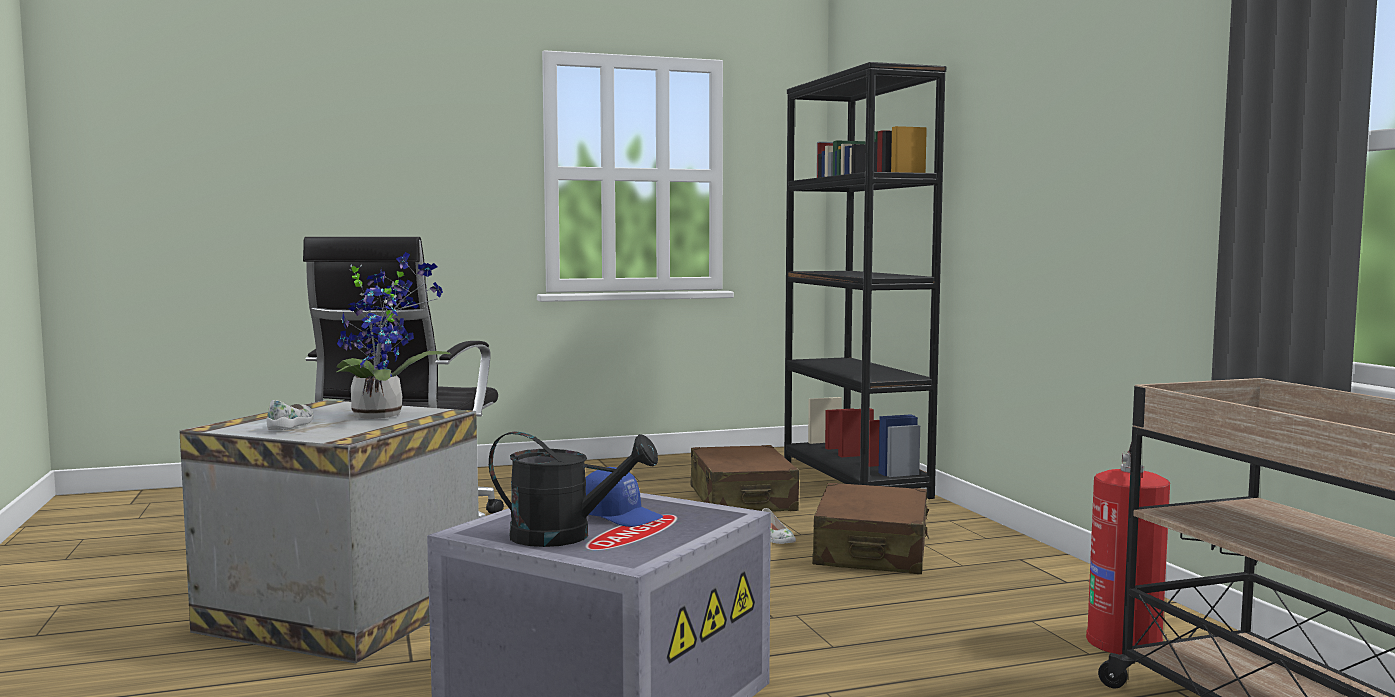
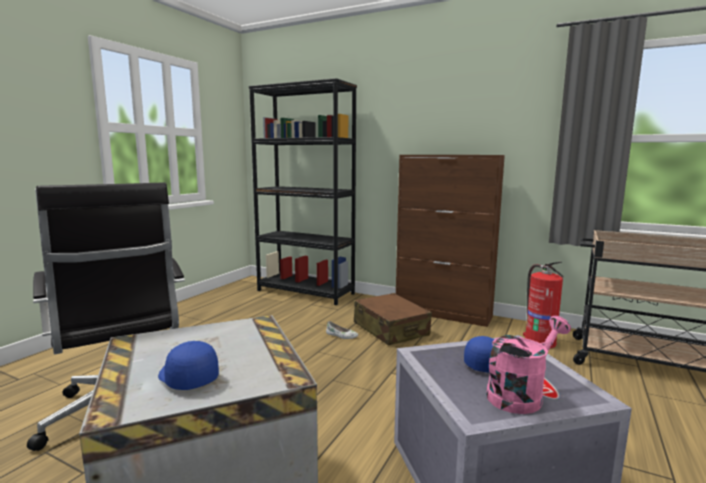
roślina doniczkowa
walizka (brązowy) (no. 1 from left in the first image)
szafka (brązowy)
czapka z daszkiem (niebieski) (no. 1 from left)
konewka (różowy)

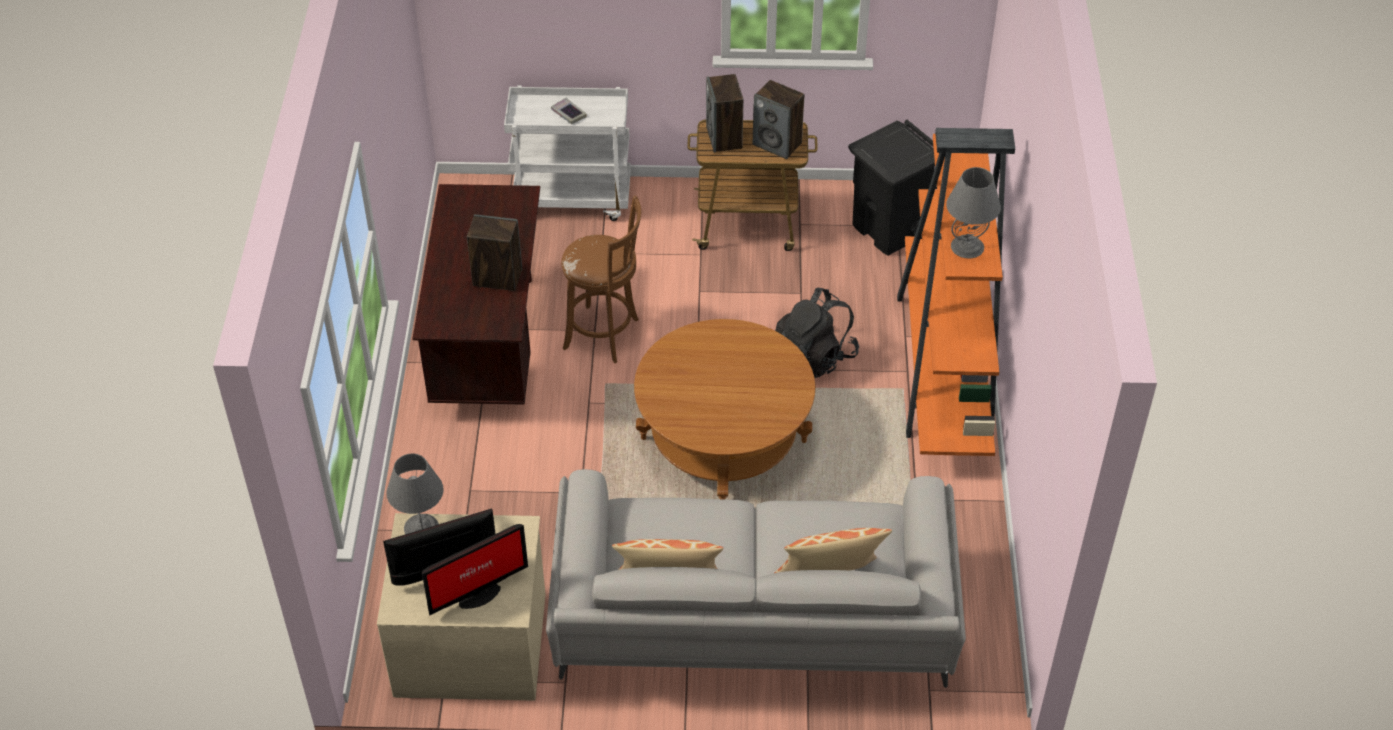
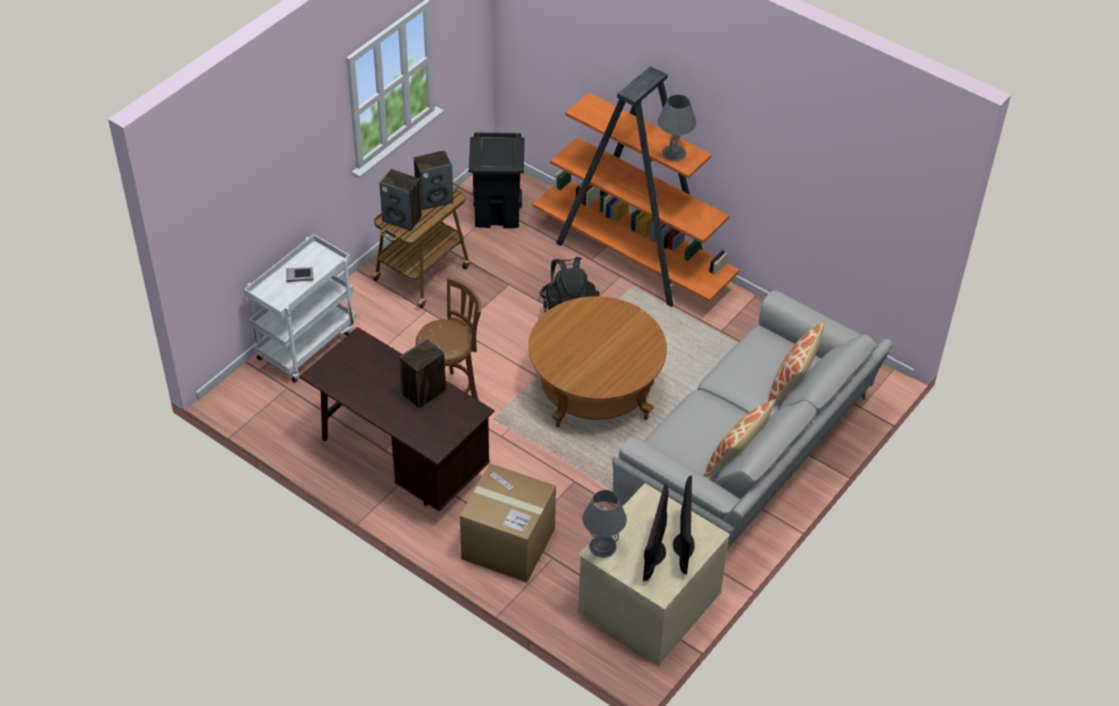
karton

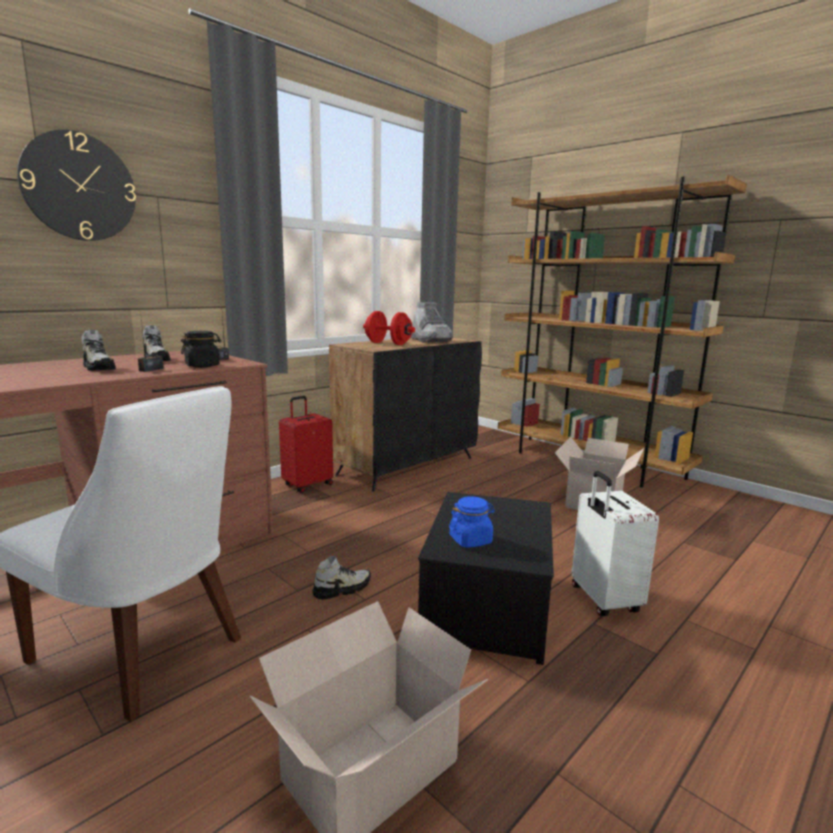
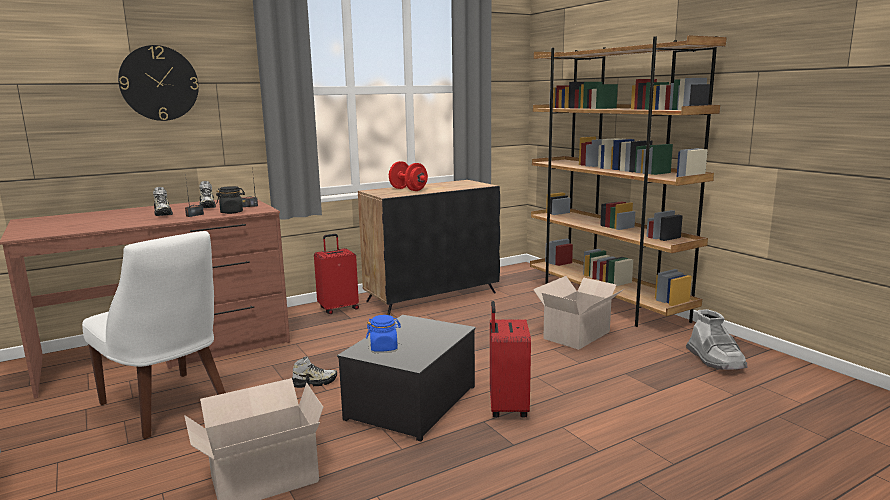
but z cholewką (szary)
walizka (czerwony) (no. 2 from left)

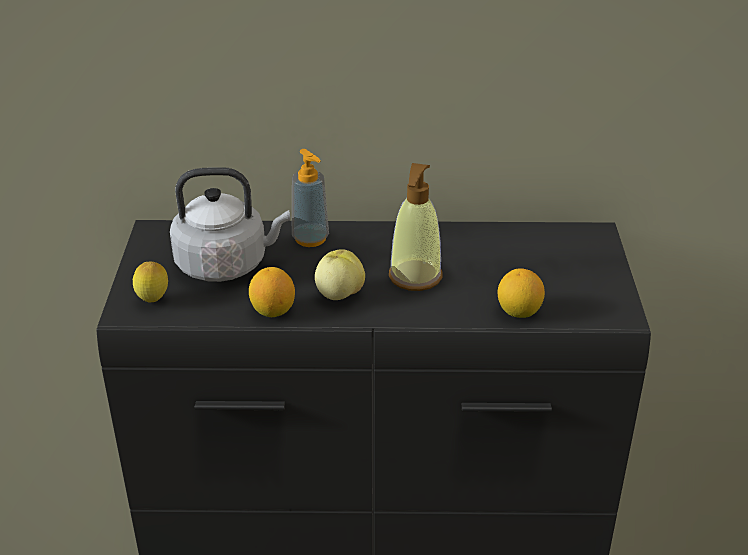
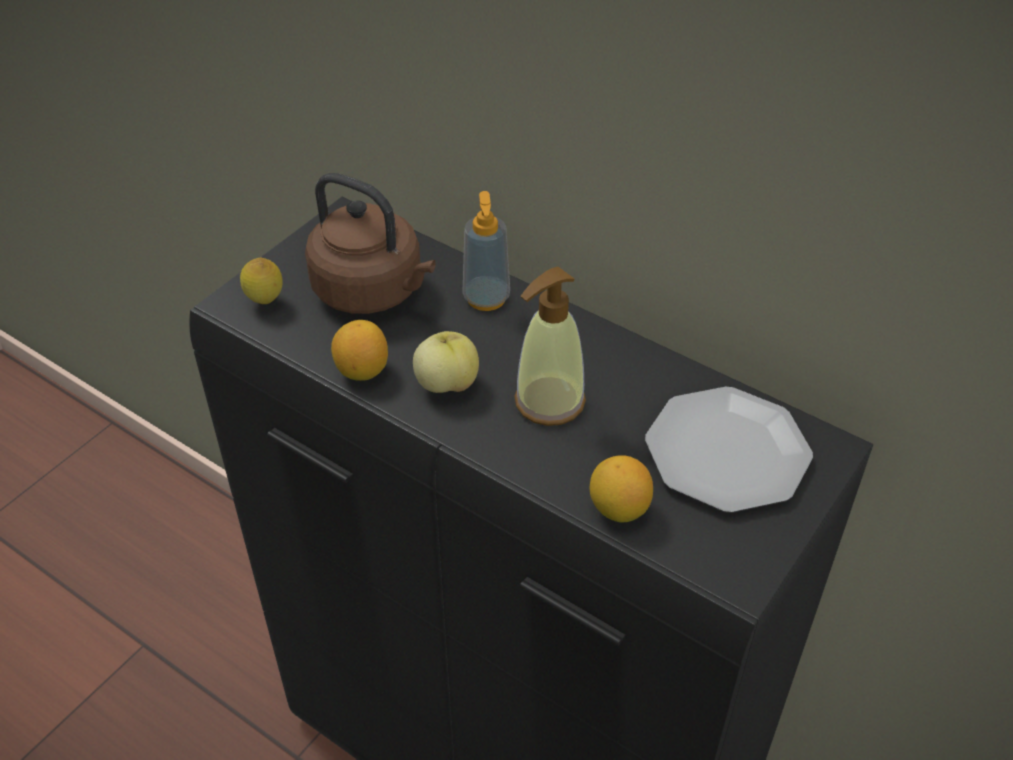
talerz
czajnik (brązowy)

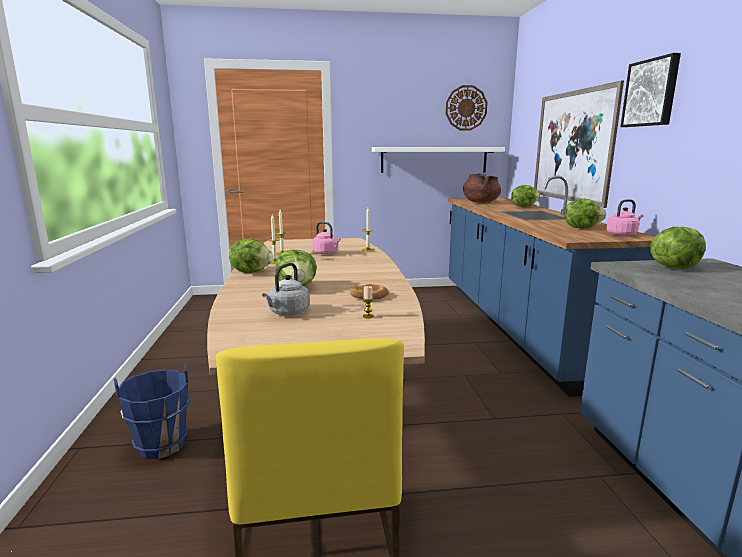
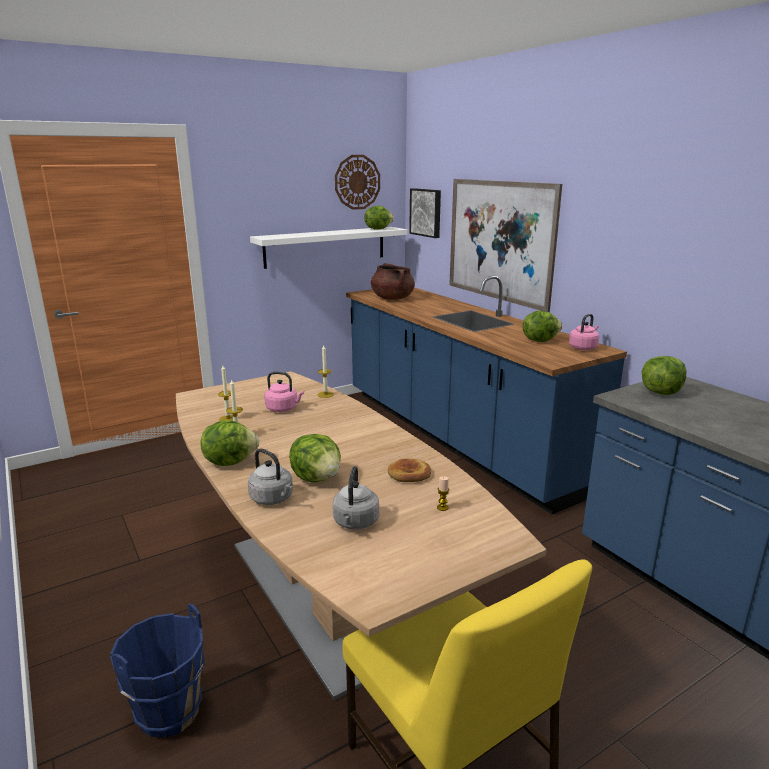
czajnik (szary) (no. 1 from left)
sałata (no. 3 from left)
obraz (no. 1 from left)

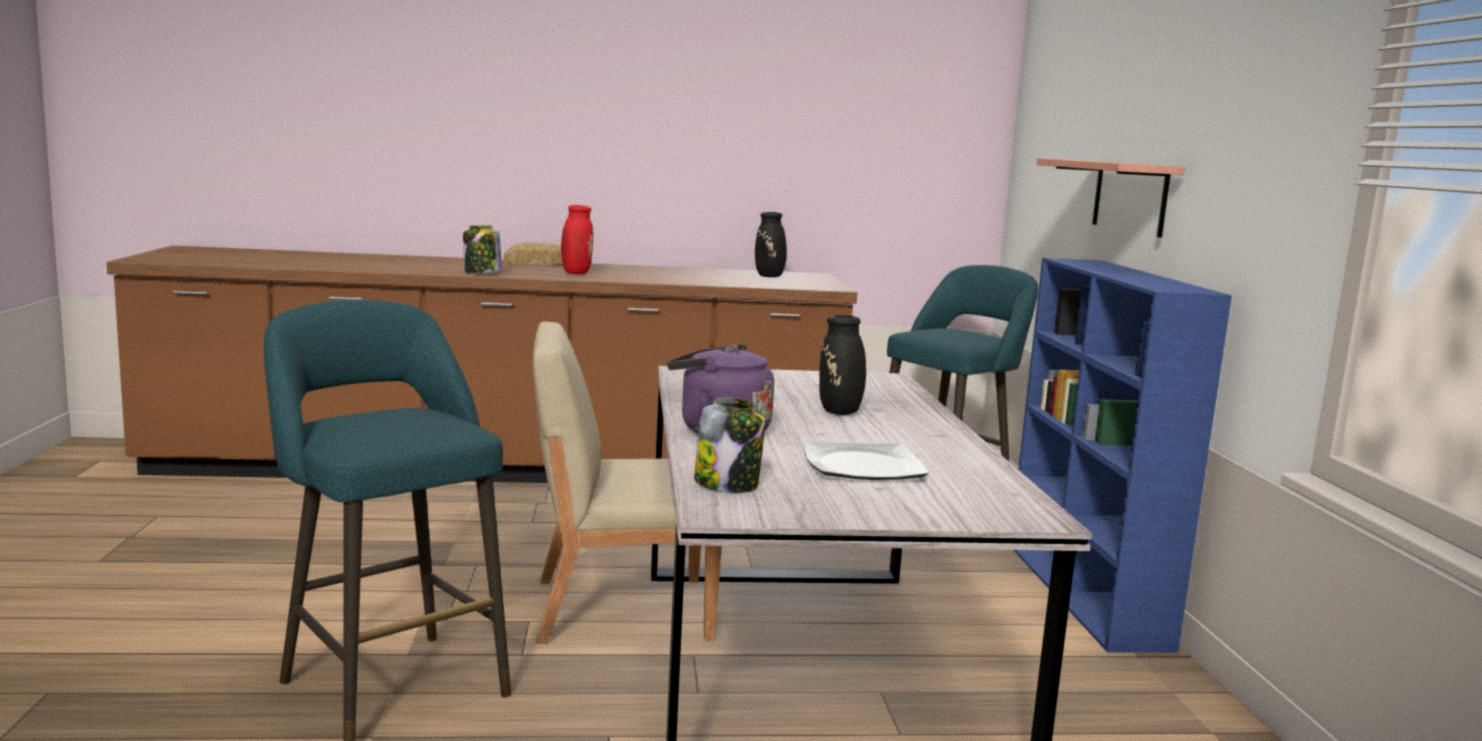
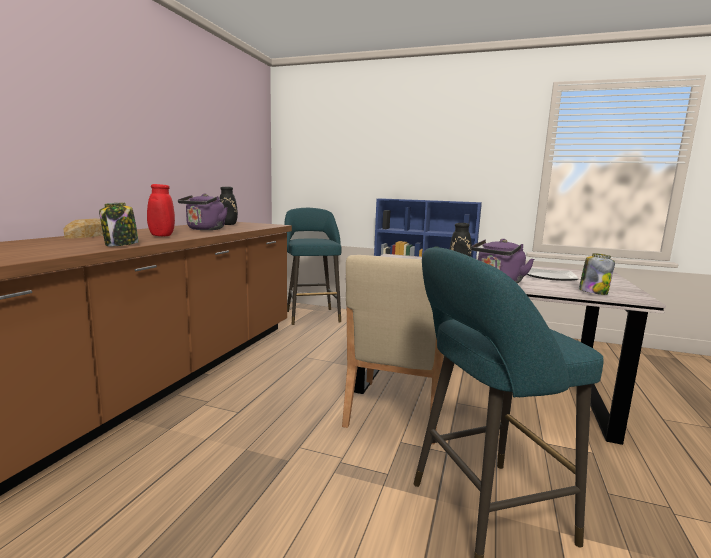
półka
czajnik (fioletowy) (no. 1 from left)

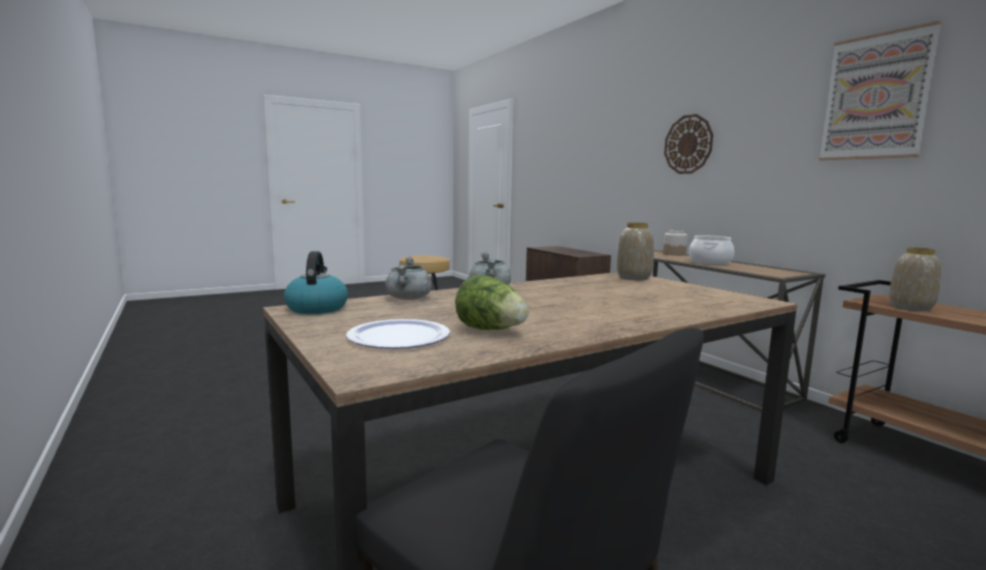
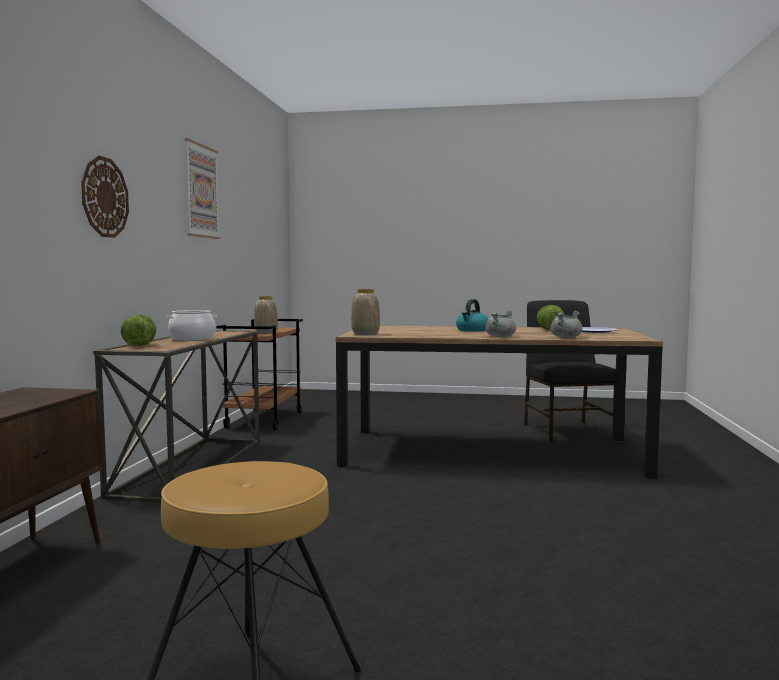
czajnik
sałata (no. 1 from left)

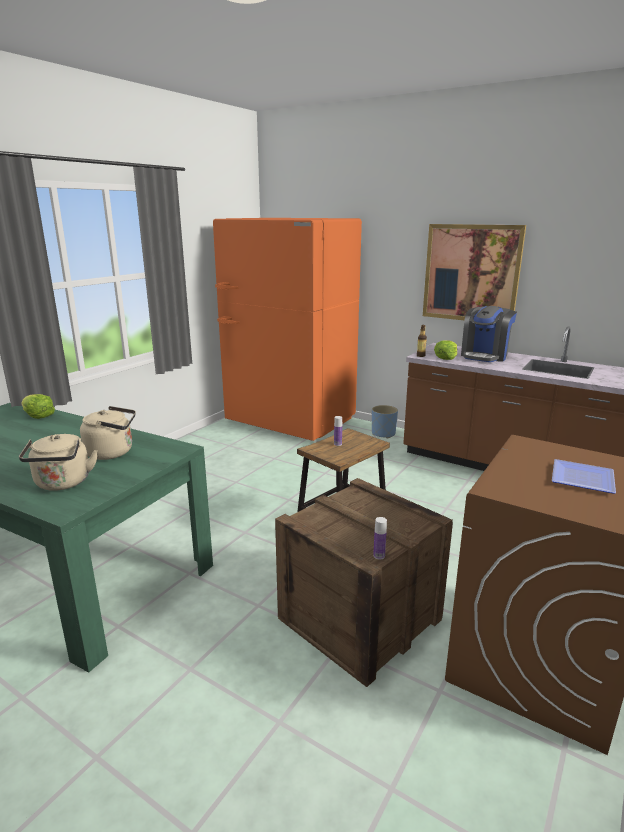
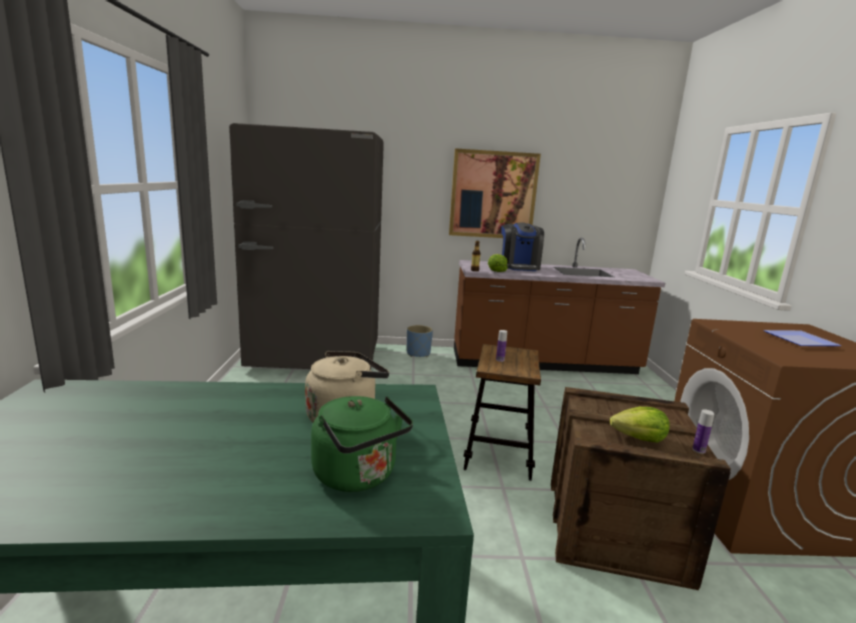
sałata (no. 2 from left)
czajnik (zielony)
lodówka (szary)

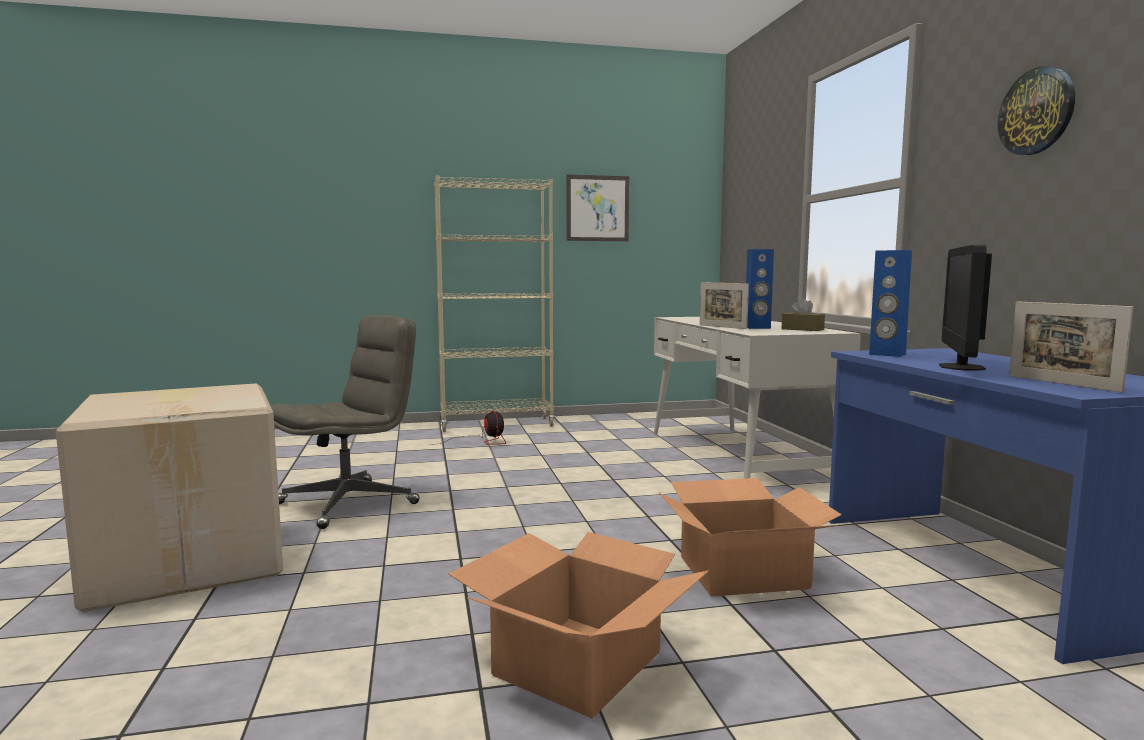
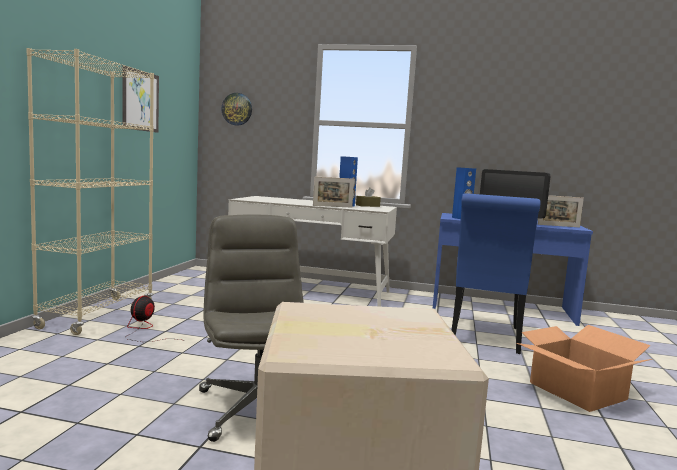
zegar ścienny
krzesło (niebieski)
wentylator

